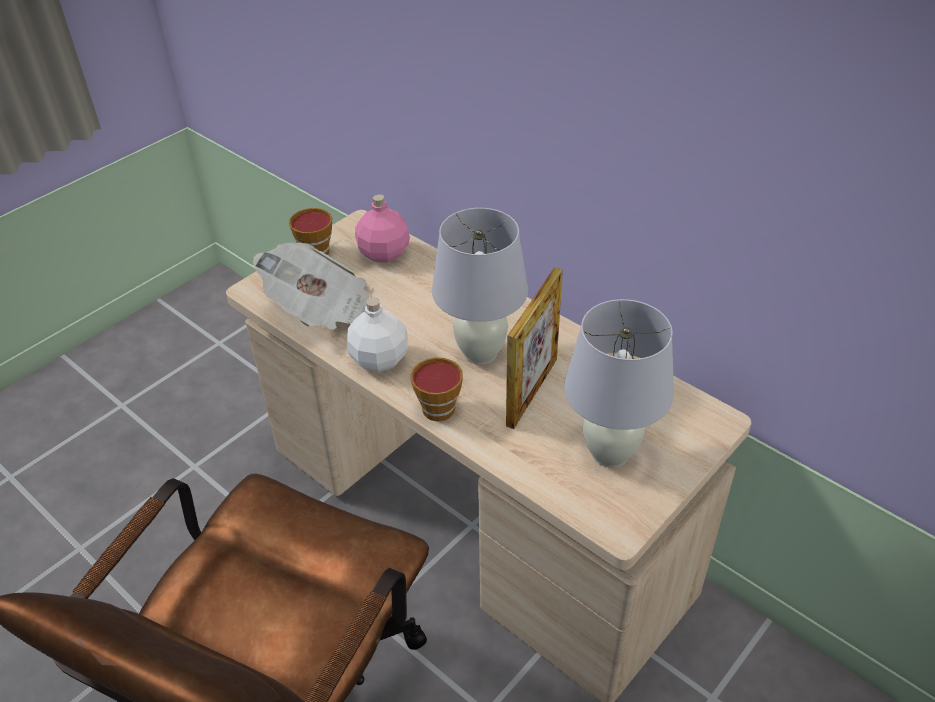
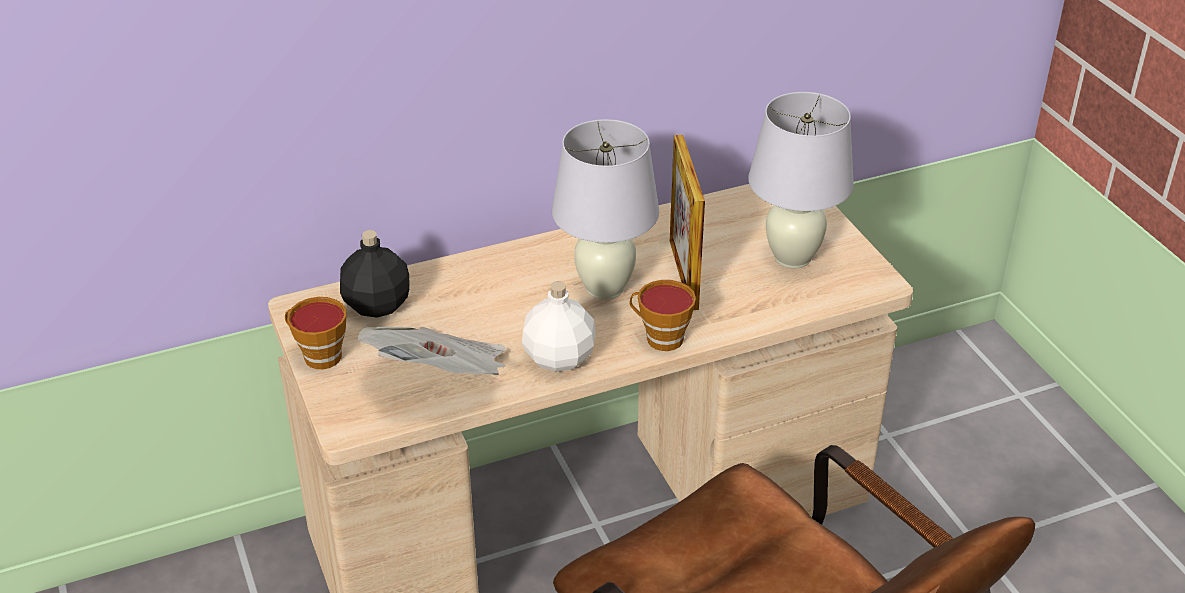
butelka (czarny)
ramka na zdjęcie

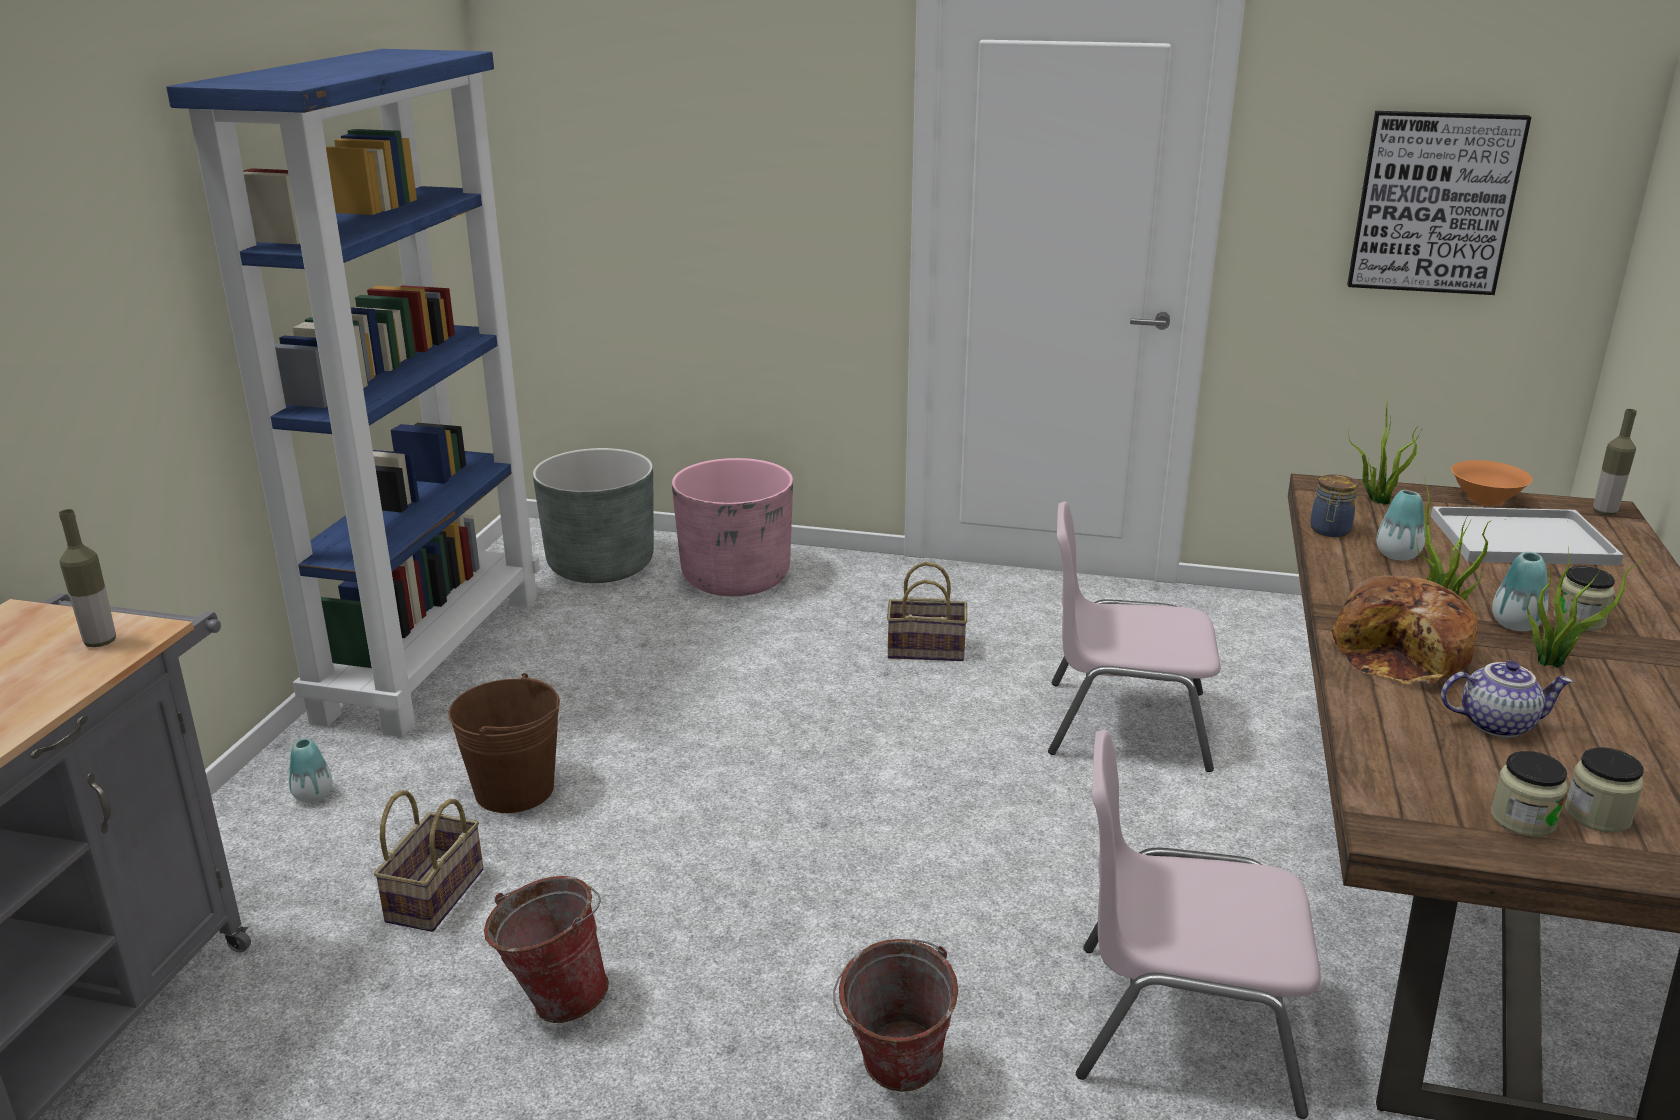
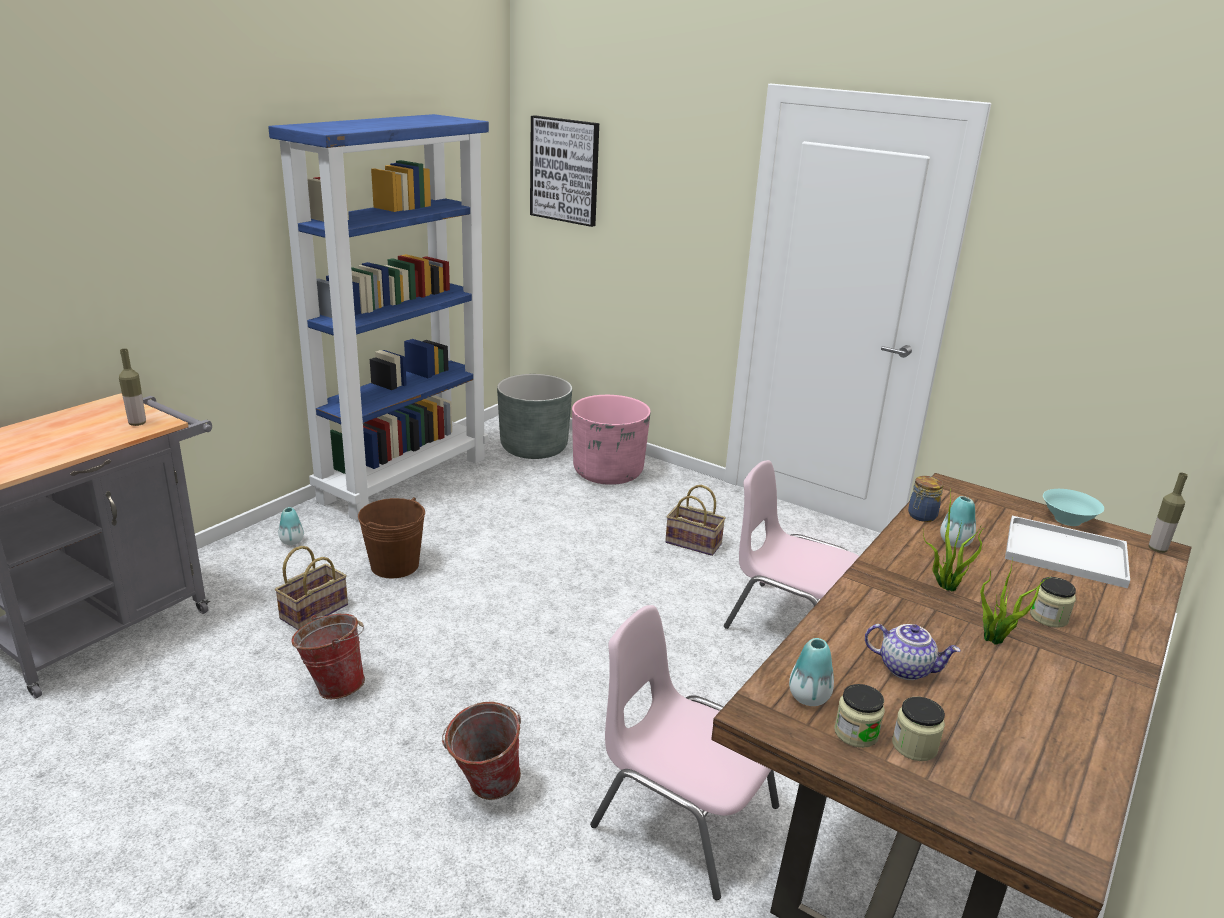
chleb
roślina doniczkowa (no. 1 from left in the first image)
obraz
wazon (no. 2 from left)
miska (turkusowy)

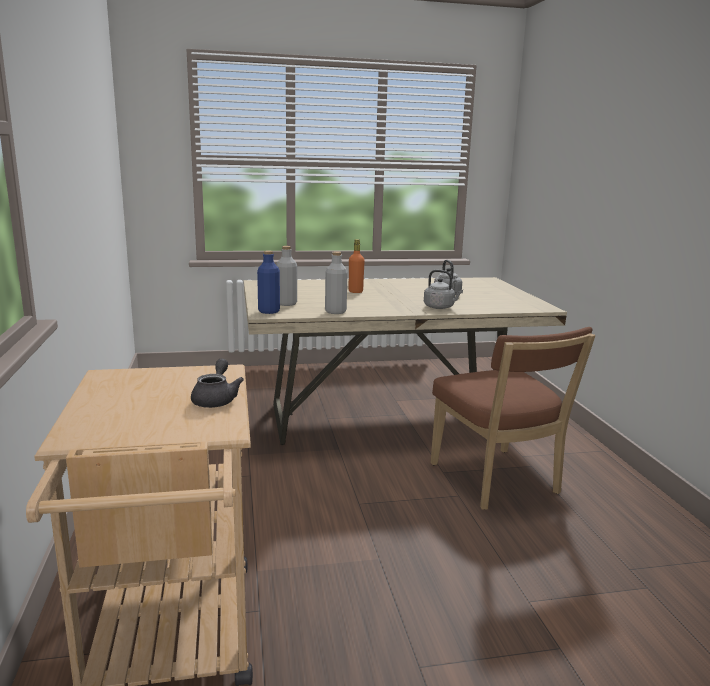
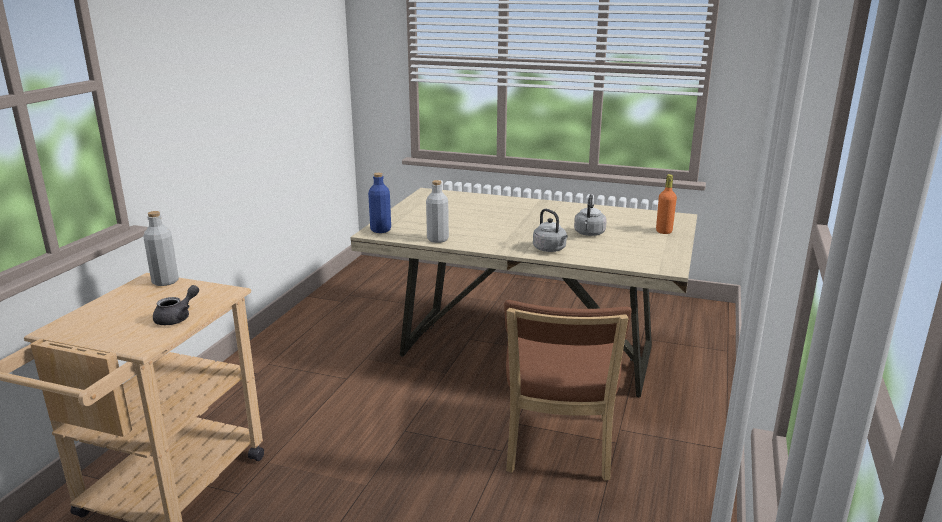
butelka (szary) (no. 1 from left)
butelka (pomarańczowy)

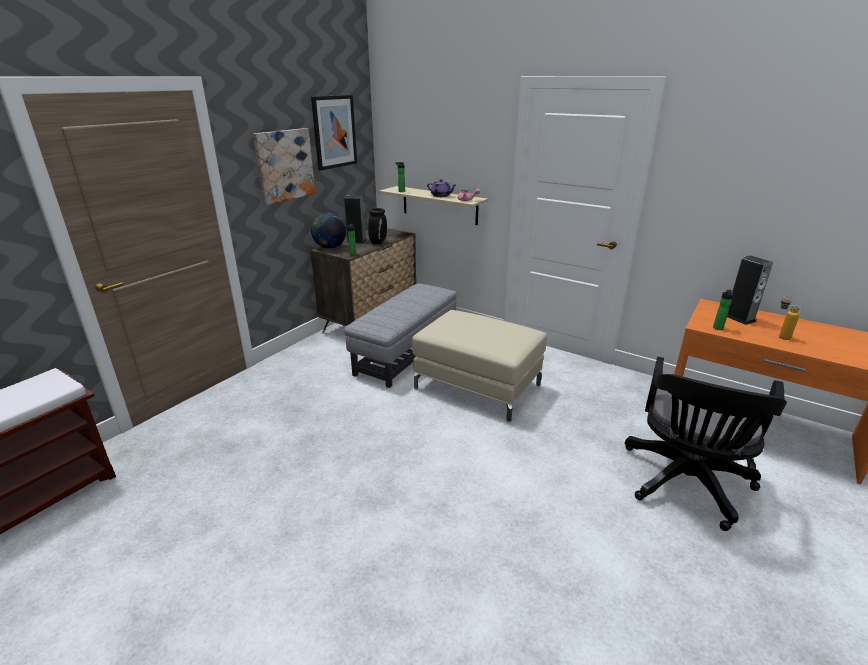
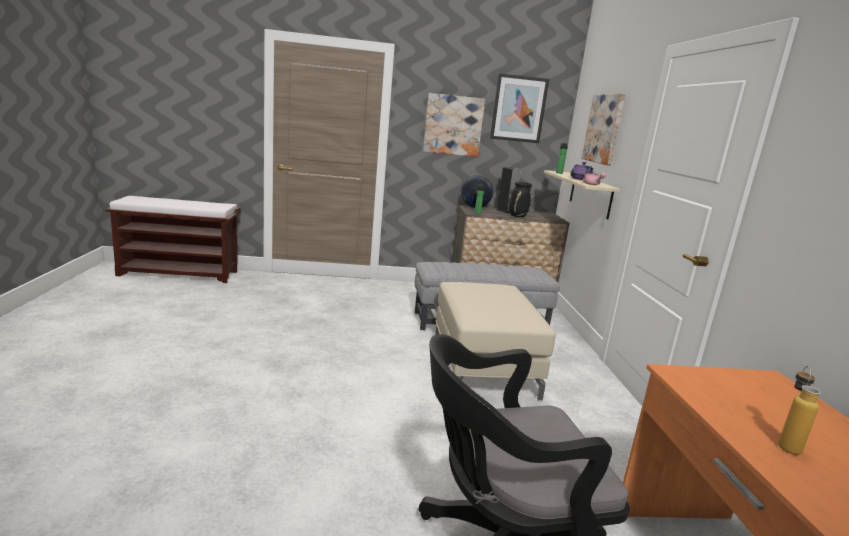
butelka (no. 3 from left in the first image)
głośnik (no. 2 from left in the first image)
obraz (no. 3 from left)

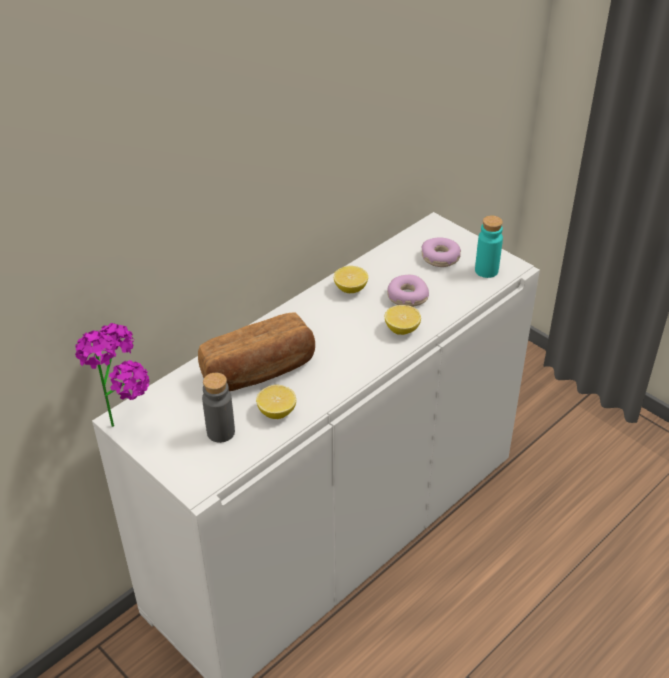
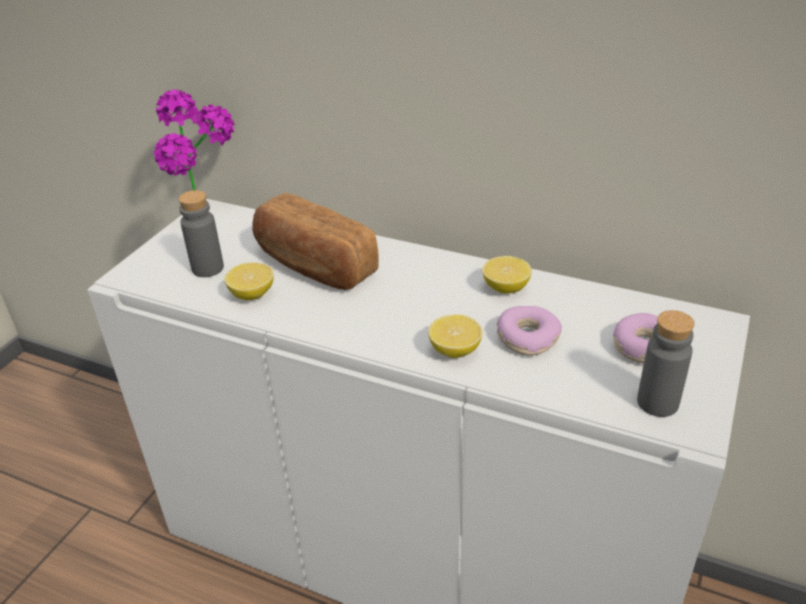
butelka (szary) (no. 2 from left)

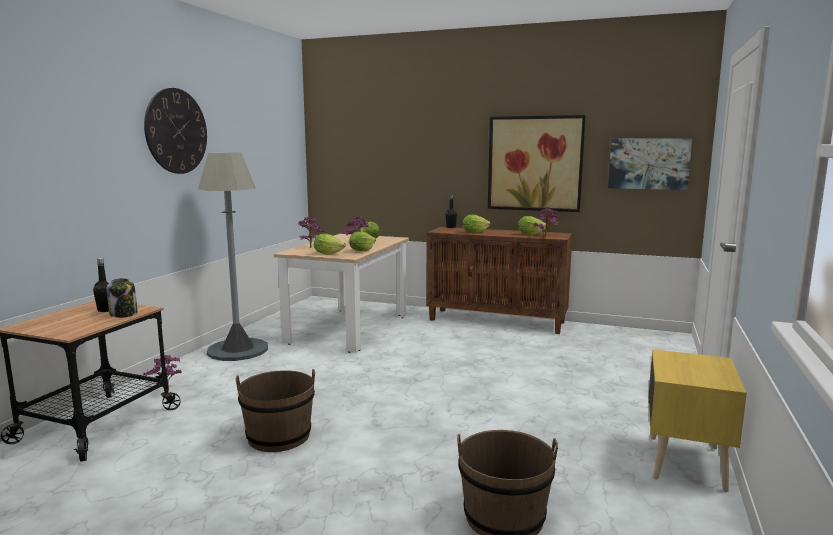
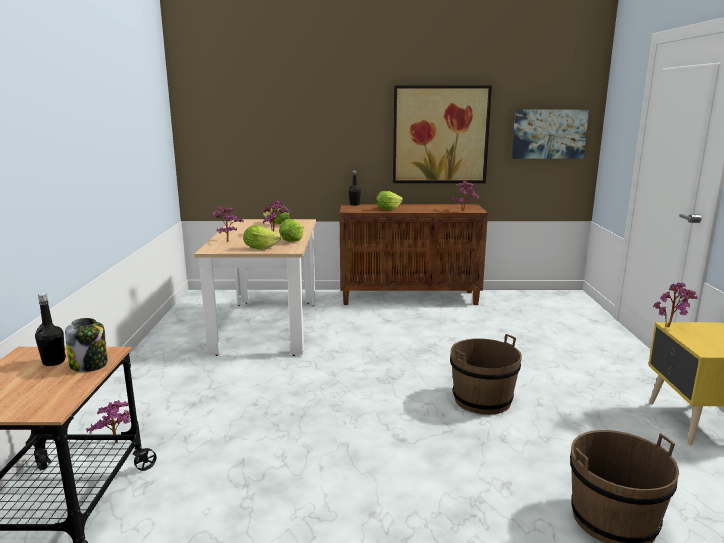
zegar ścienny
lampa stojąca (szary)
sałata (no. 5 from left in the first image)
roślina doniczkowa (no. 5 from left)
wiadro (brązowy) (no. 1 from left)

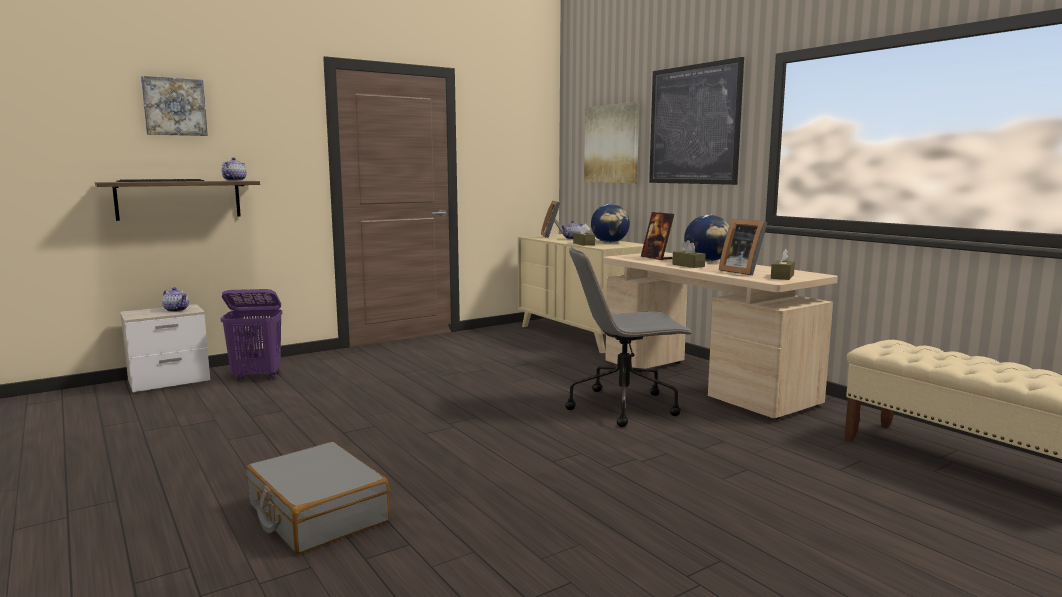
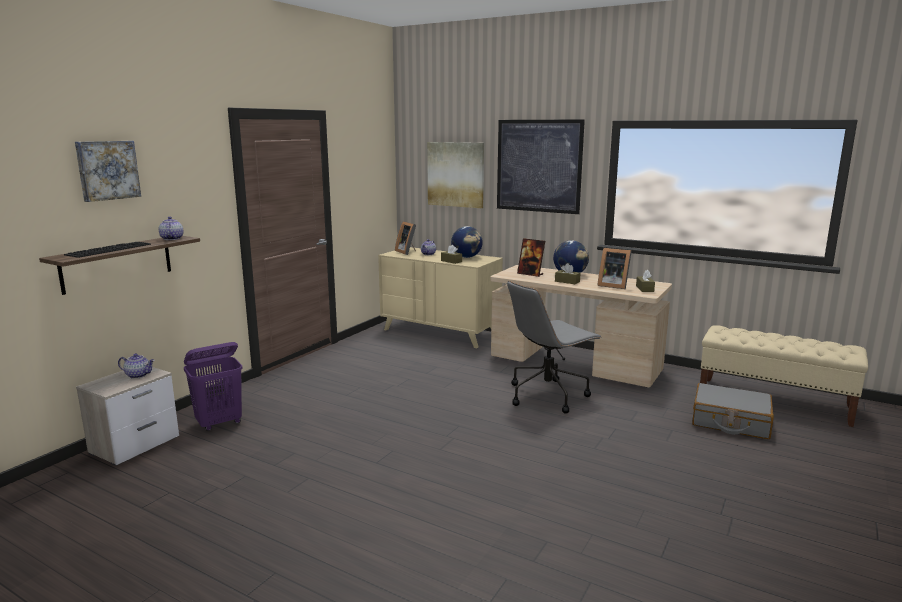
walizka (szary)

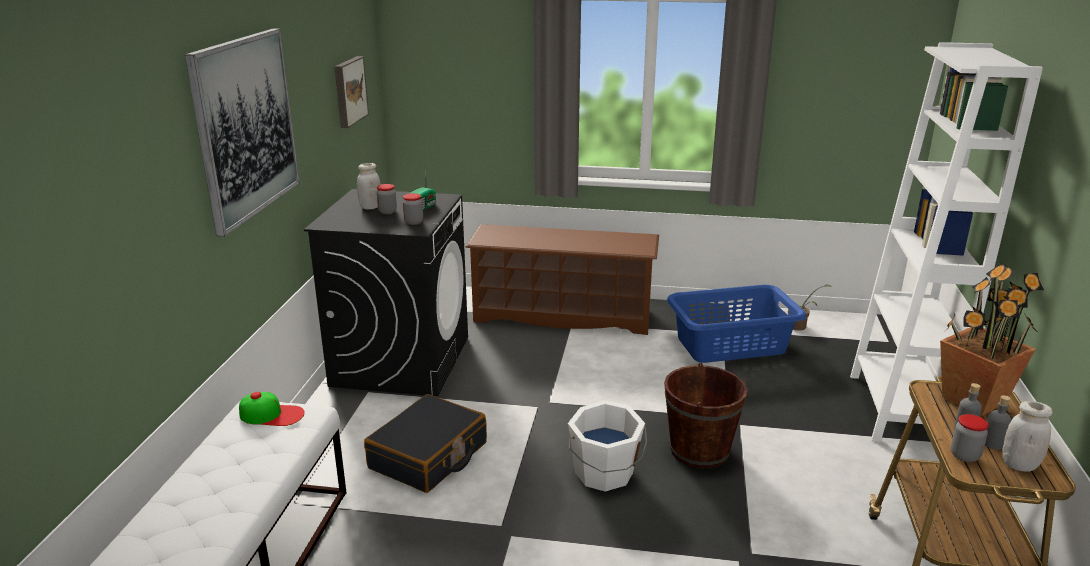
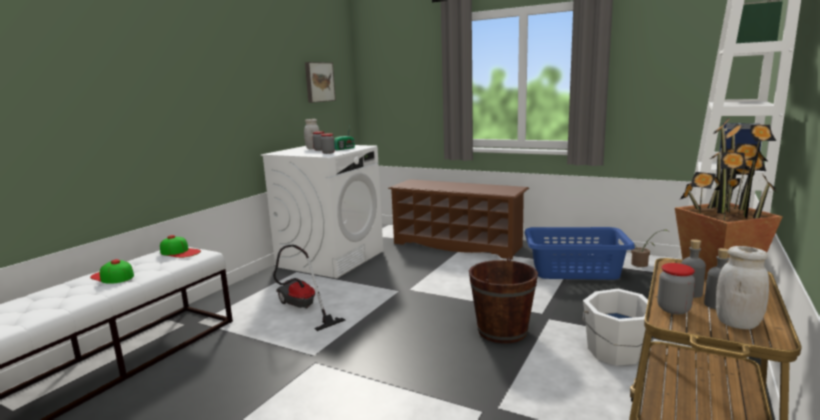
obraz (no. 1 from left in the first image)
czapka z daszkiem (no. 1 from left)
wiadro (biały)
odkurzacz
pralka (biały)

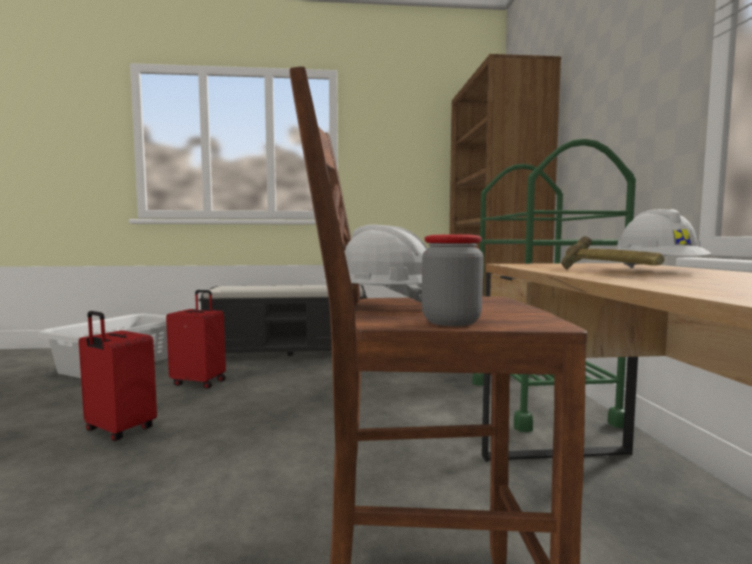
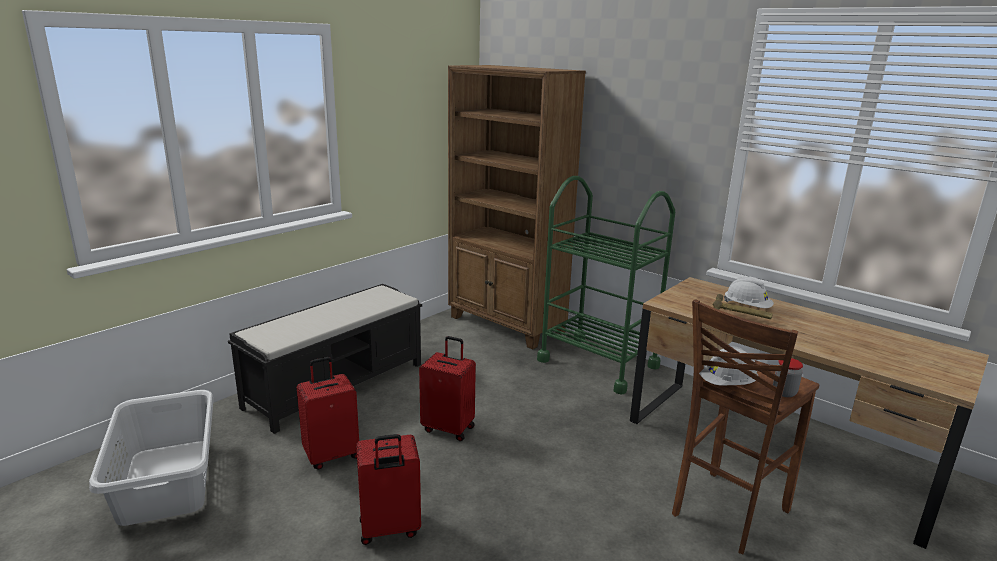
walizka (czerwony) (no. 3 from left)

